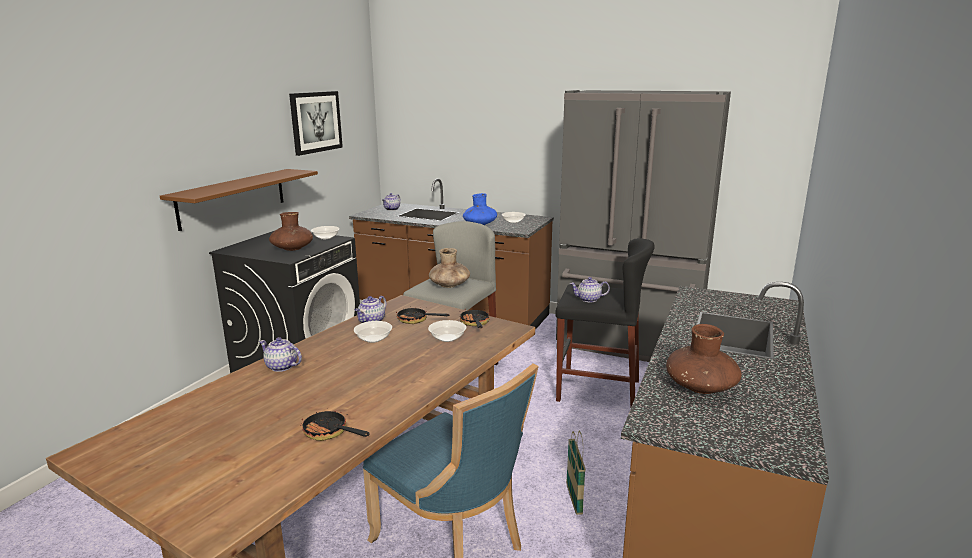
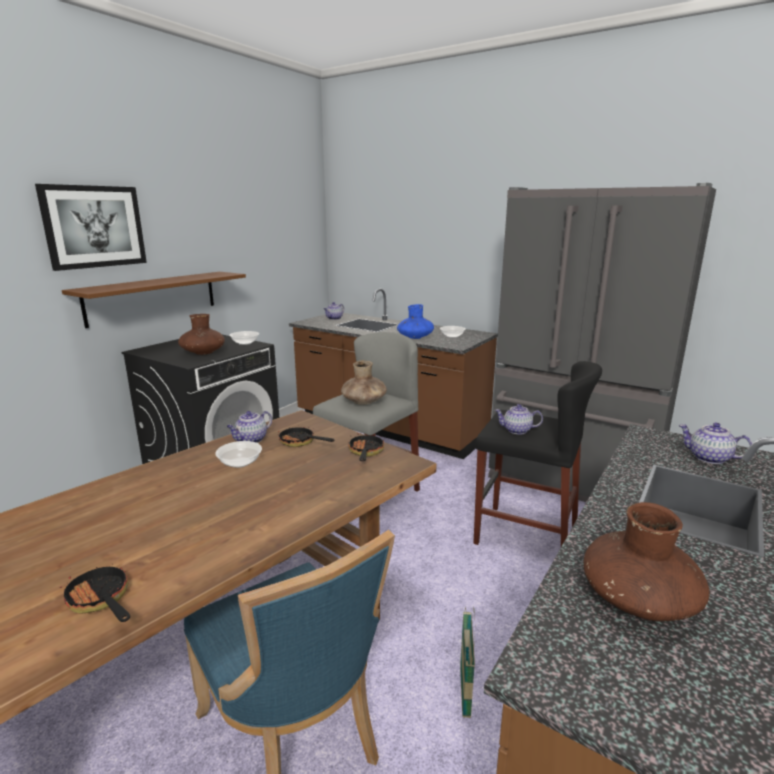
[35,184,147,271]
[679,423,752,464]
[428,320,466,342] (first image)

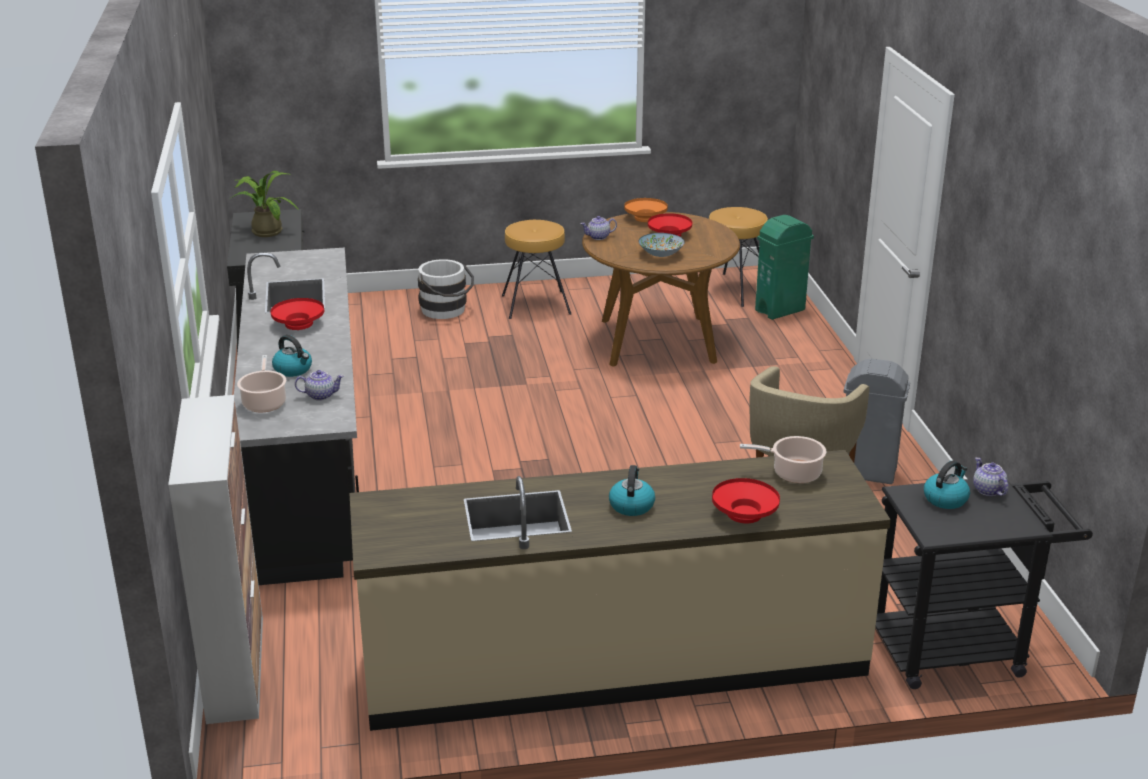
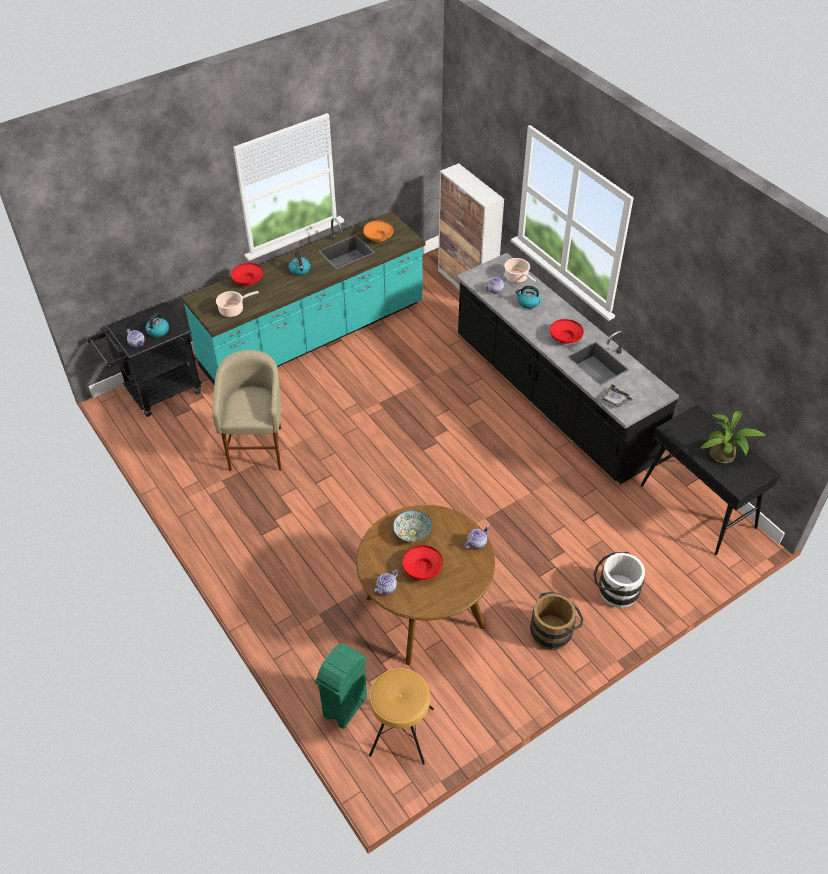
[182,211,426,385]
[363,220,393,242]
[374,570,398,594]
[530,592,584,650]
[601,385,635,407]
[844,358,910,484] (first image)

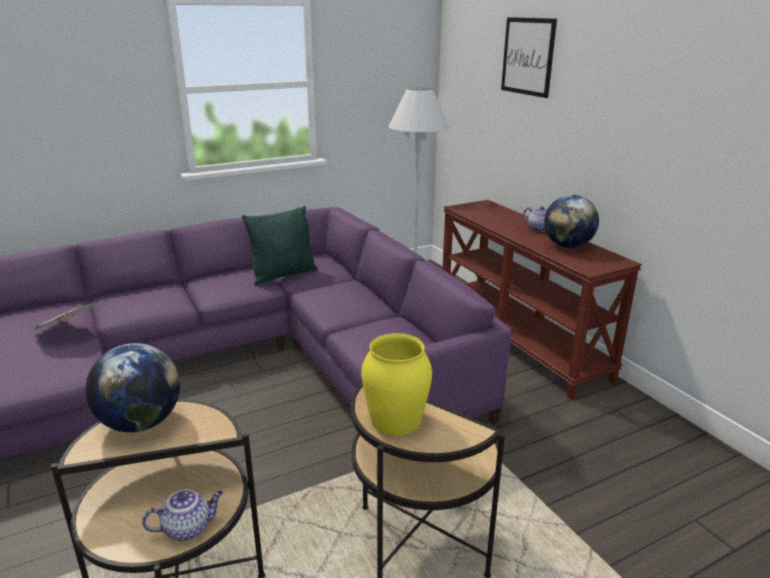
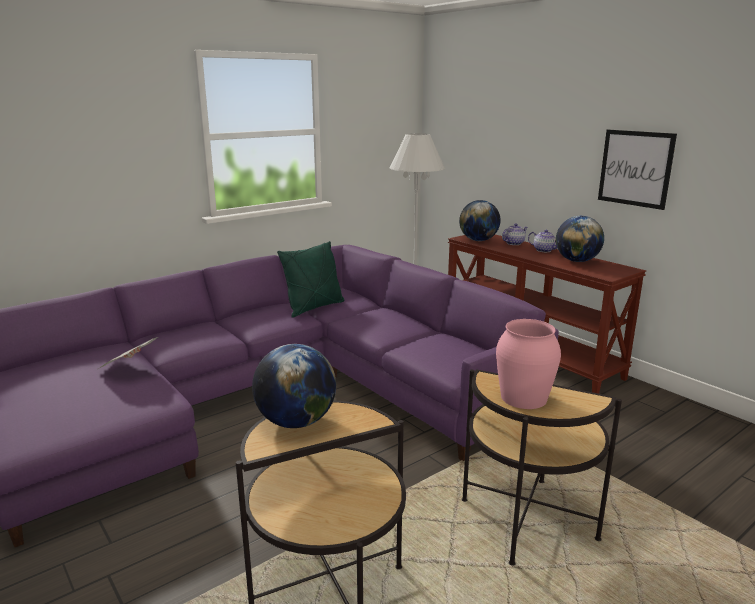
[459,200,500,241]
[496,319,561,409]
[502,223,528,245]
[598,130,677,210]

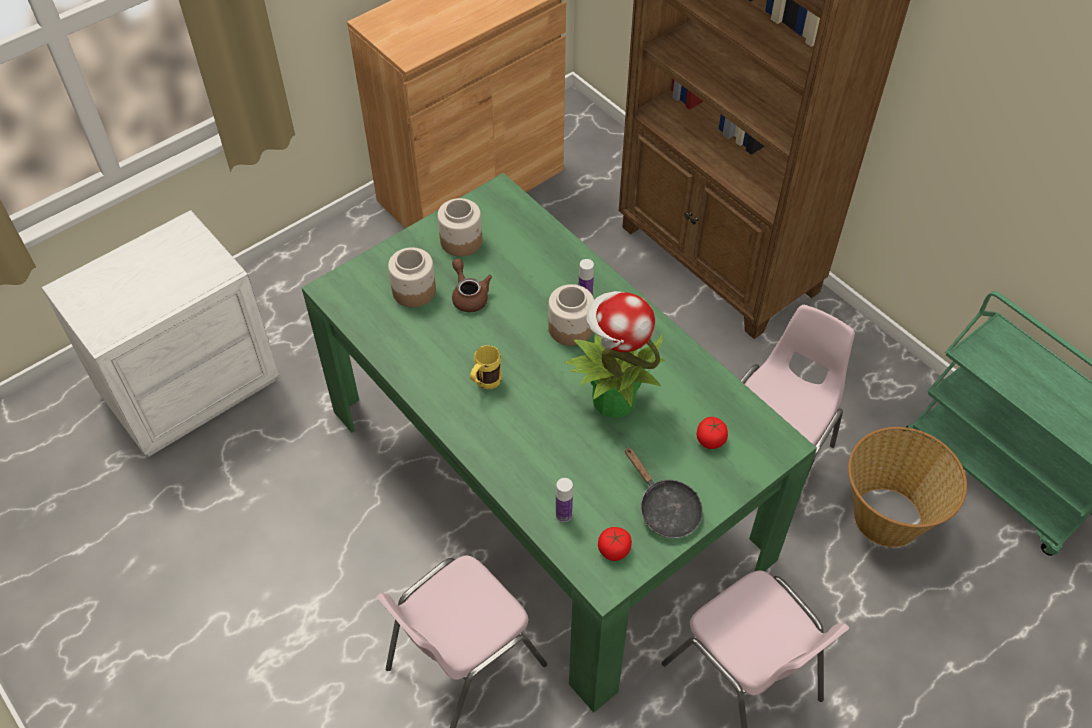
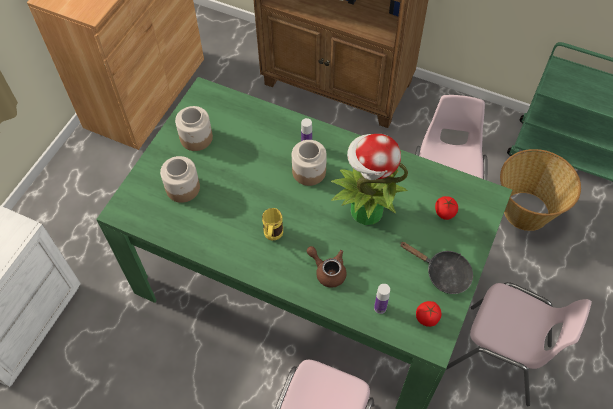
[307,246,347,288]

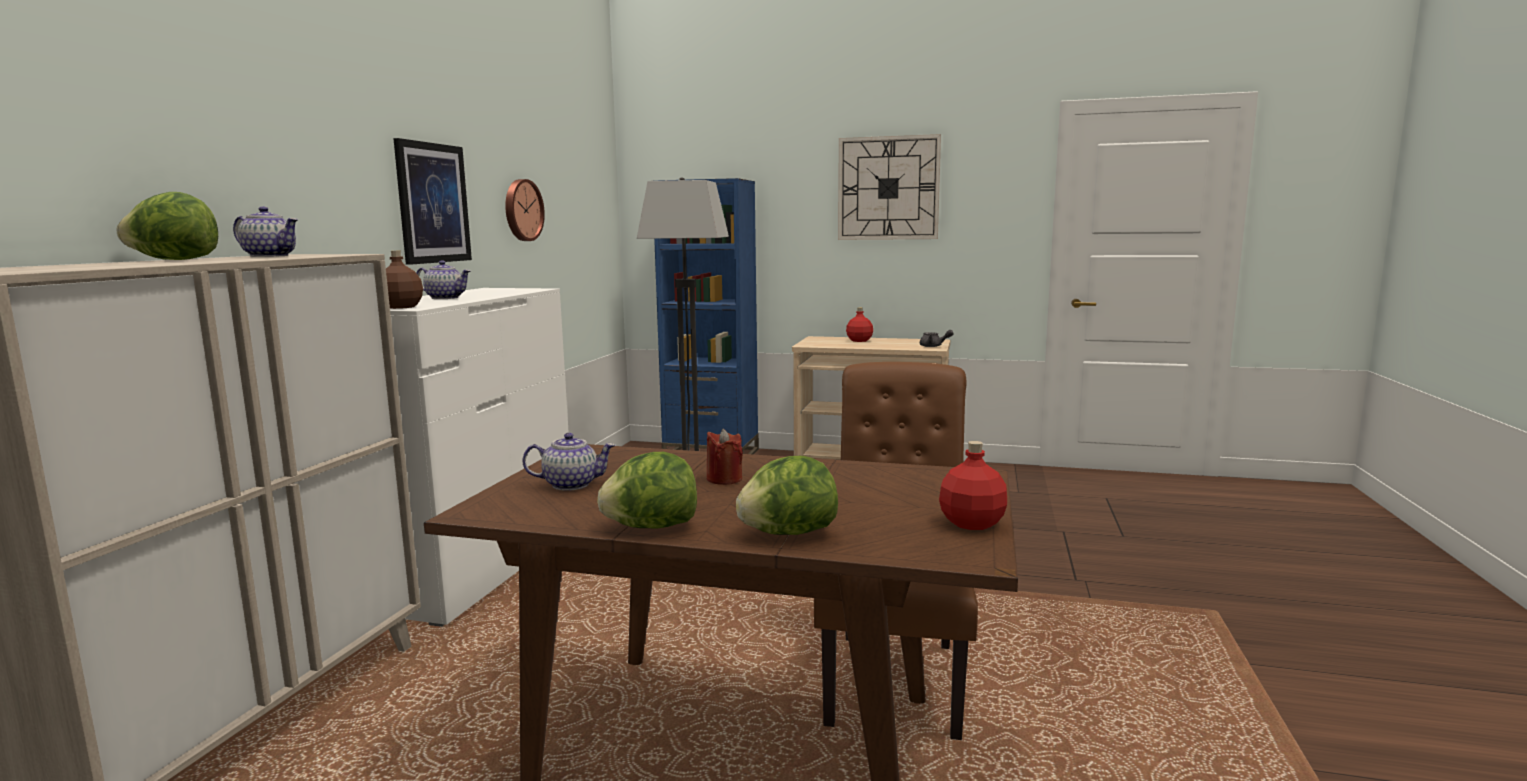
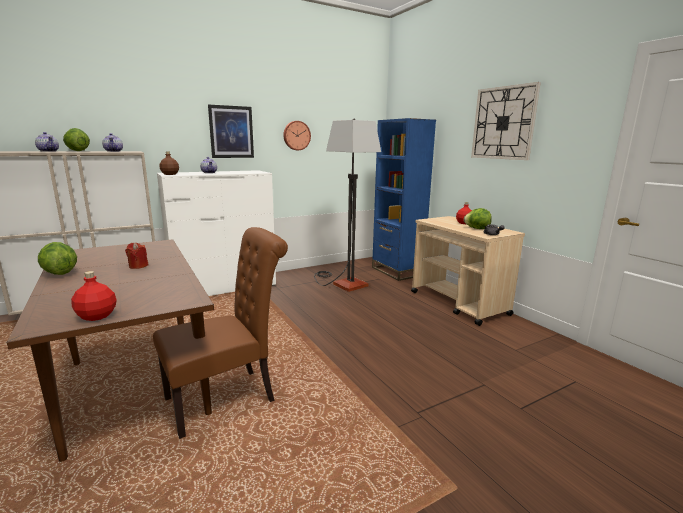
[35,132,59,152]
[464,208,492,229]

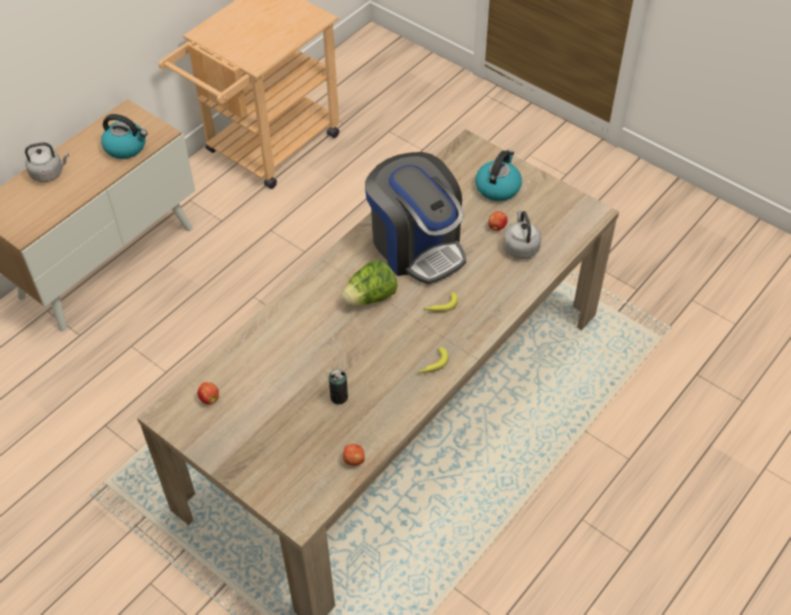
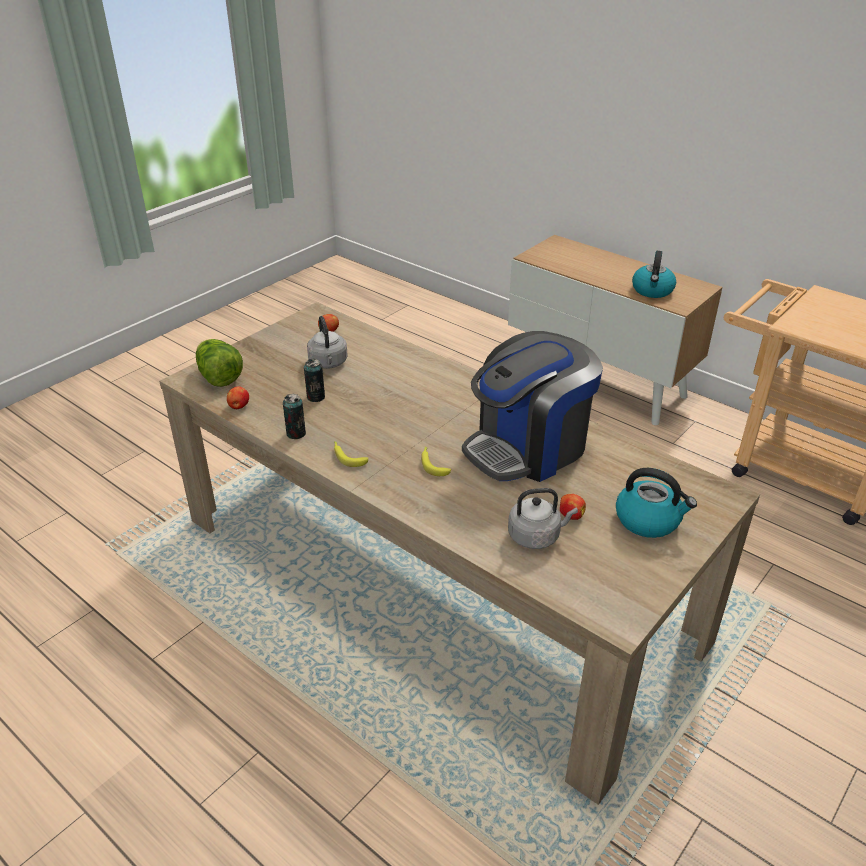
[196,339,243,387]
[283,394,306,439]
[307,316,348,369]

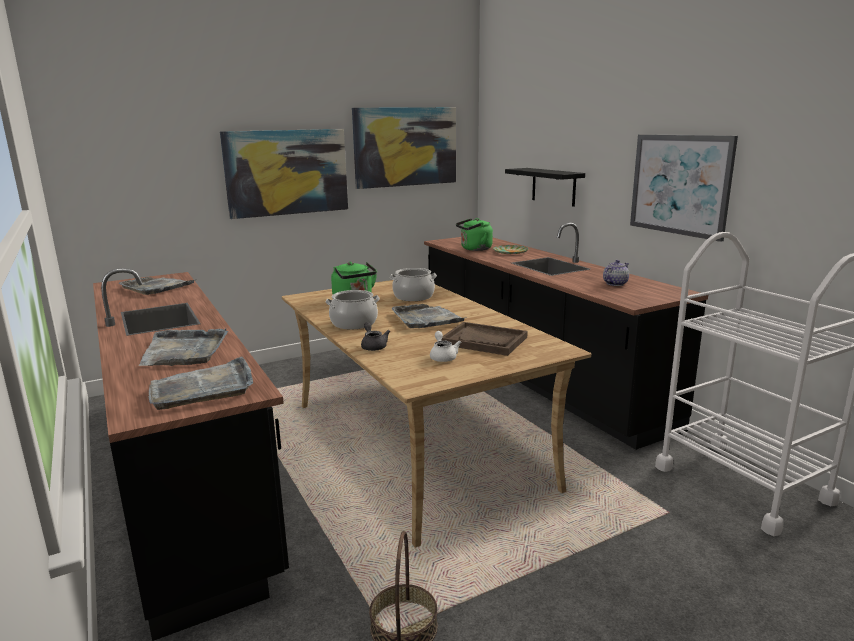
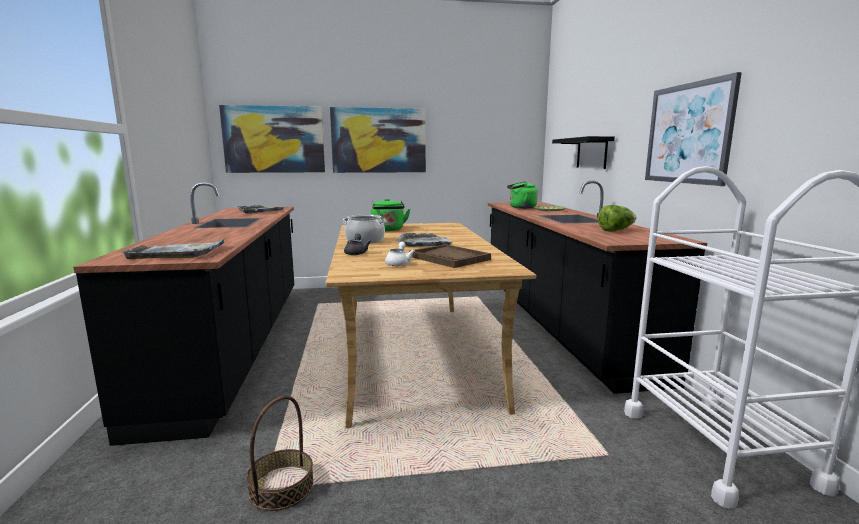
[219,105,325,173]
[598,205,636,232]
[138,328,228,366] (first image)
[390,268,437,301] (first image)

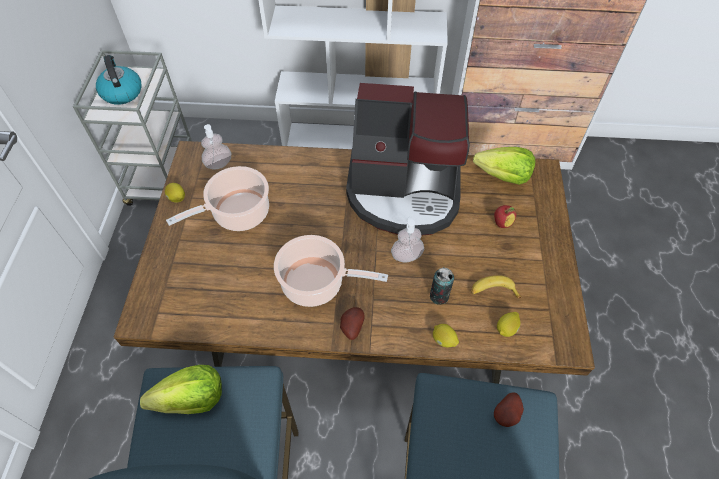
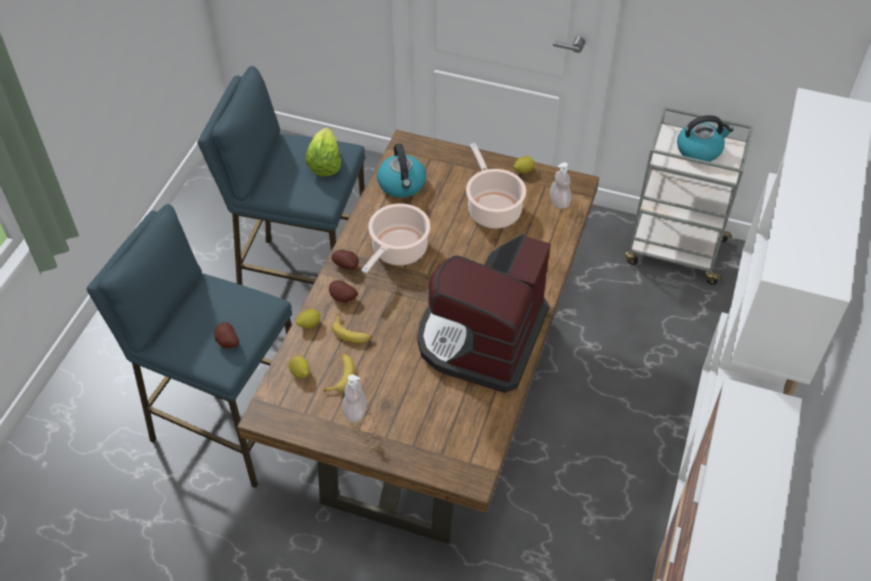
[329,280,358,303]
[332,314,372,343]
[343,374,367,422]
[377,144,426,198]
[473,147,535,185] (first image)
[494,205,517,228] (first image)

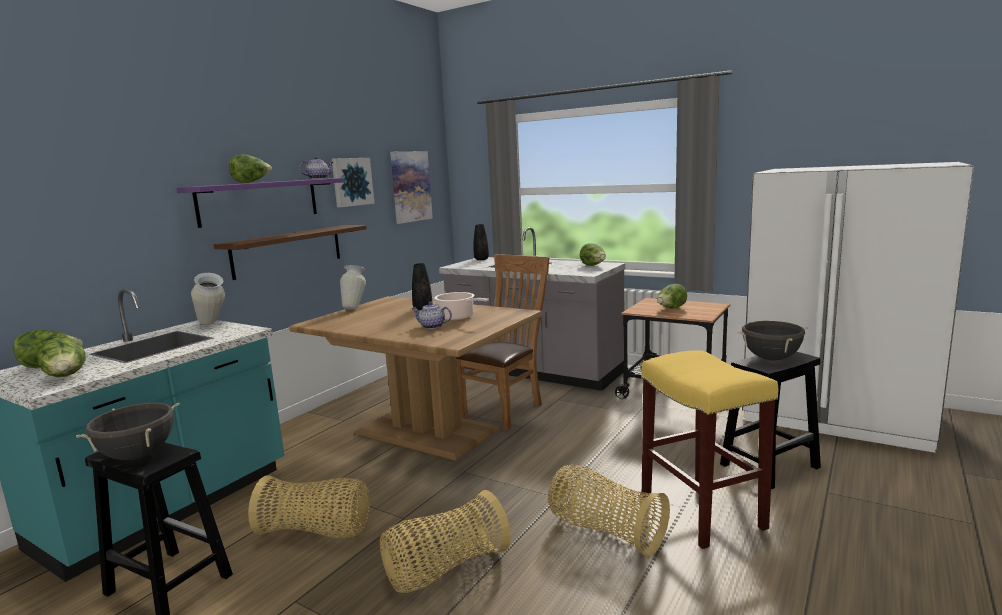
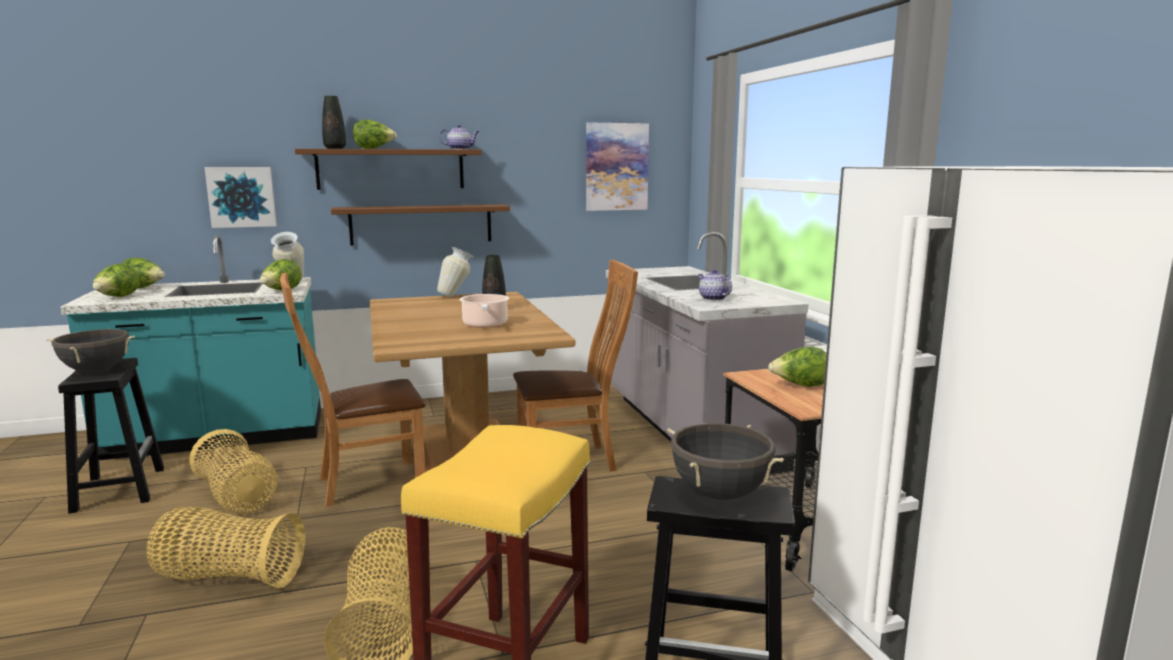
[204,167,277,228]
[260,259,301,291]
[280,273,426,507]
[295,149,482,190]
[322,96,346,149]
[698,269,732,300]

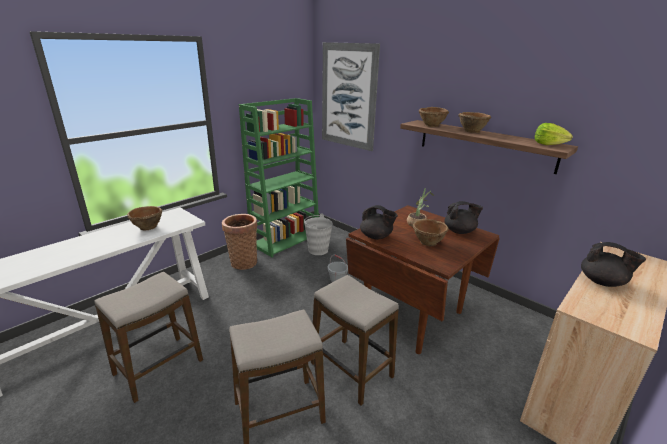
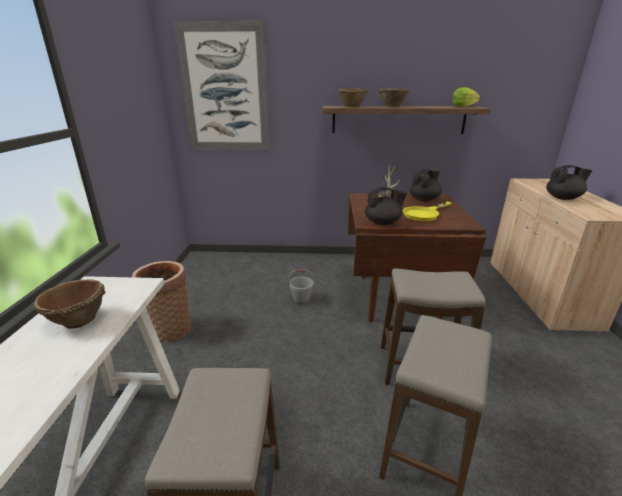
[403,202,451,221]
[239,98,319,257] (first image)
[304,214,332,255] (first image)

